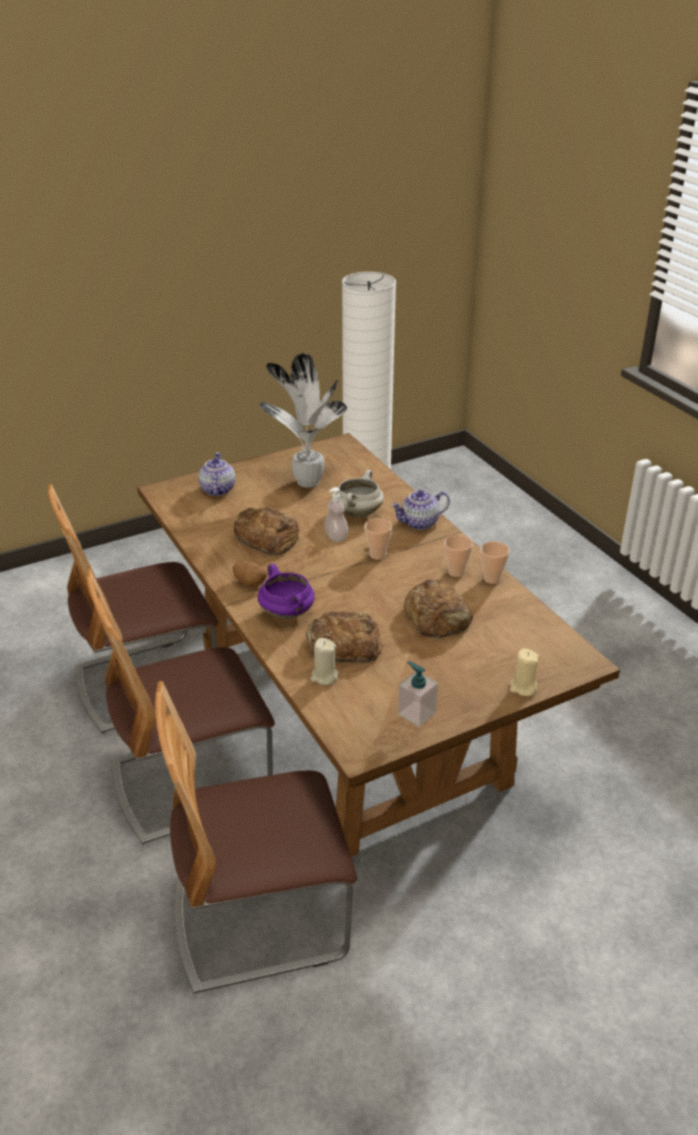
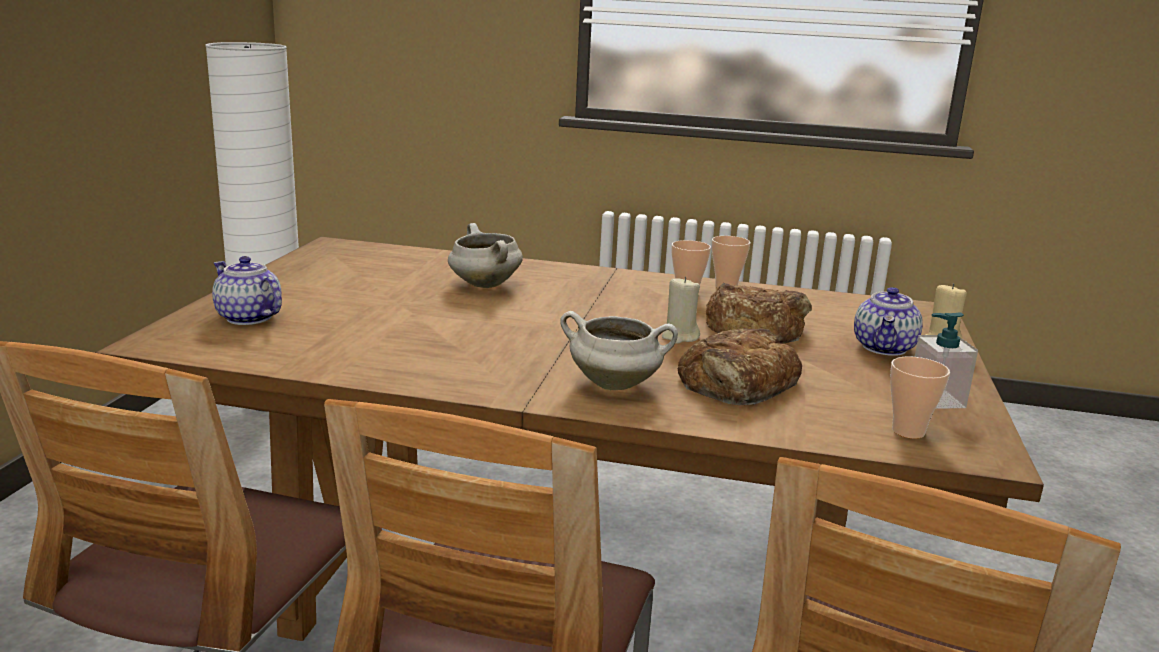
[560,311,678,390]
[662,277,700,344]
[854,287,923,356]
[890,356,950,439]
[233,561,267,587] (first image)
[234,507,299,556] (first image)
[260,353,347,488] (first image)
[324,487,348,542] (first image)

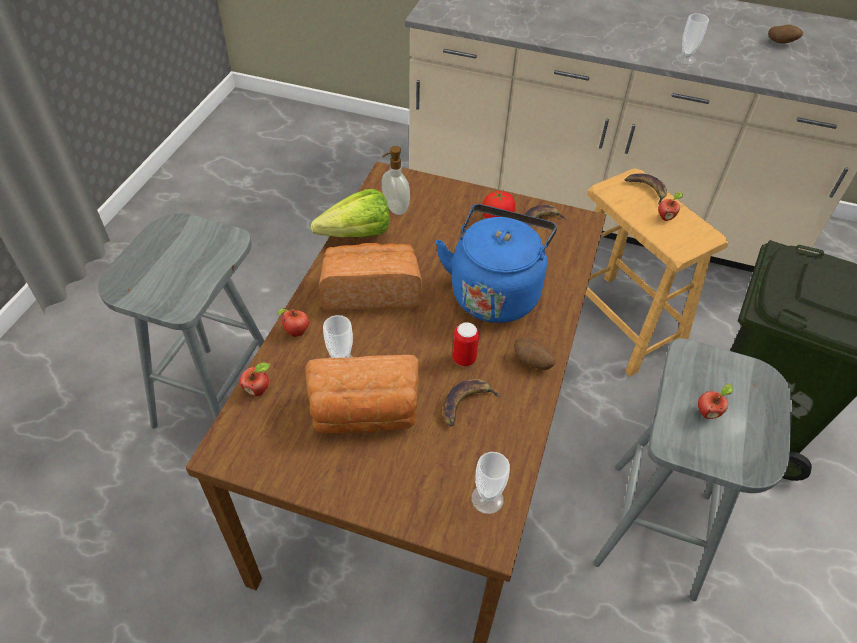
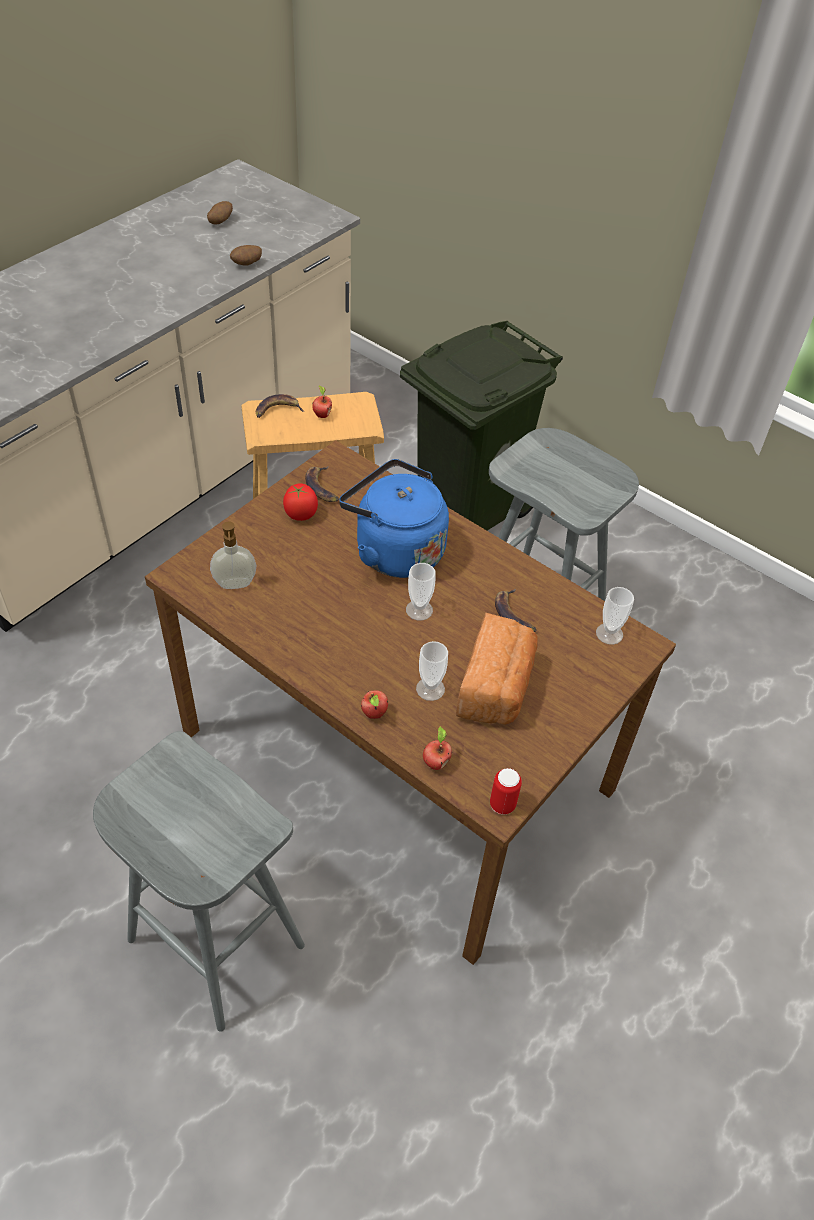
[230,245,262,266]
[406,563,436,620]
[490,768,522,815]
[311,189,390,237] (first image)
[319,243,422,311] (first image)
[698,384,733,419] (first image)

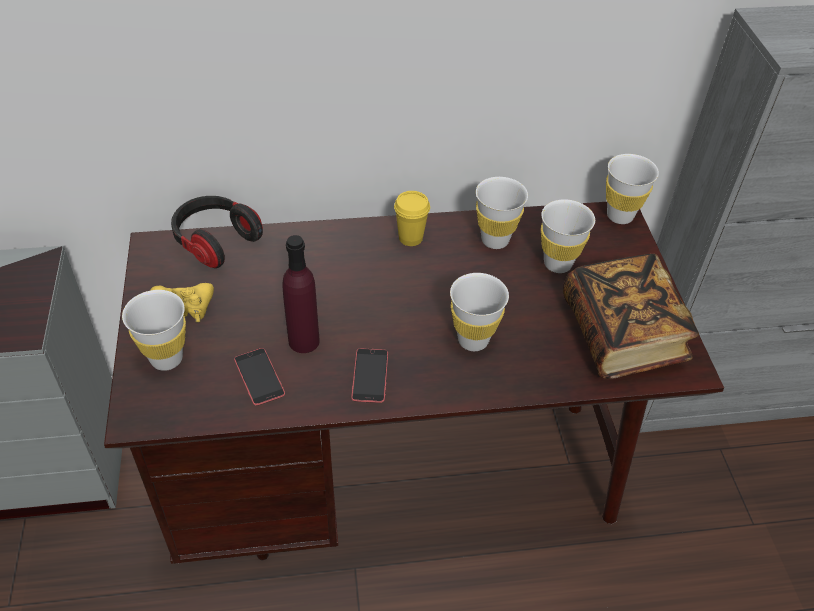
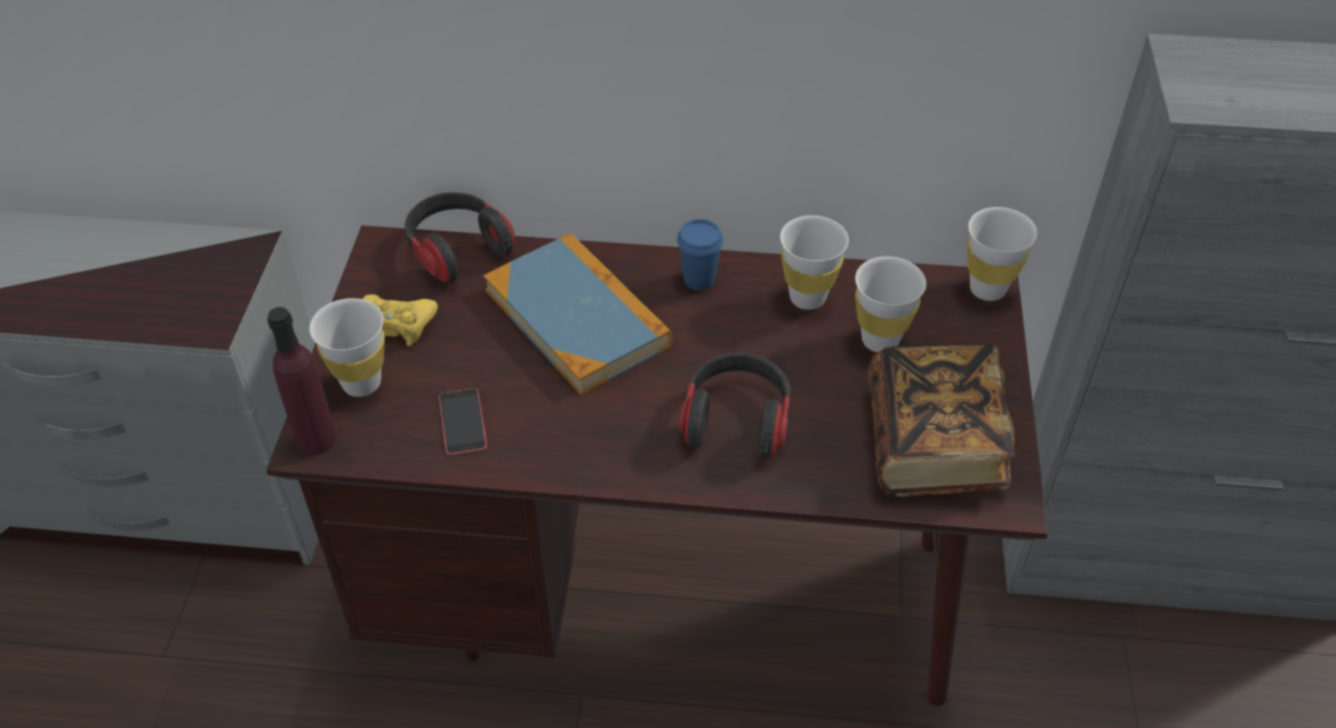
[267,307,337,455]
[484,233,673,395]
[677,219,724,290]
[679,352,790,459]
[351,348,388,403] (first image)

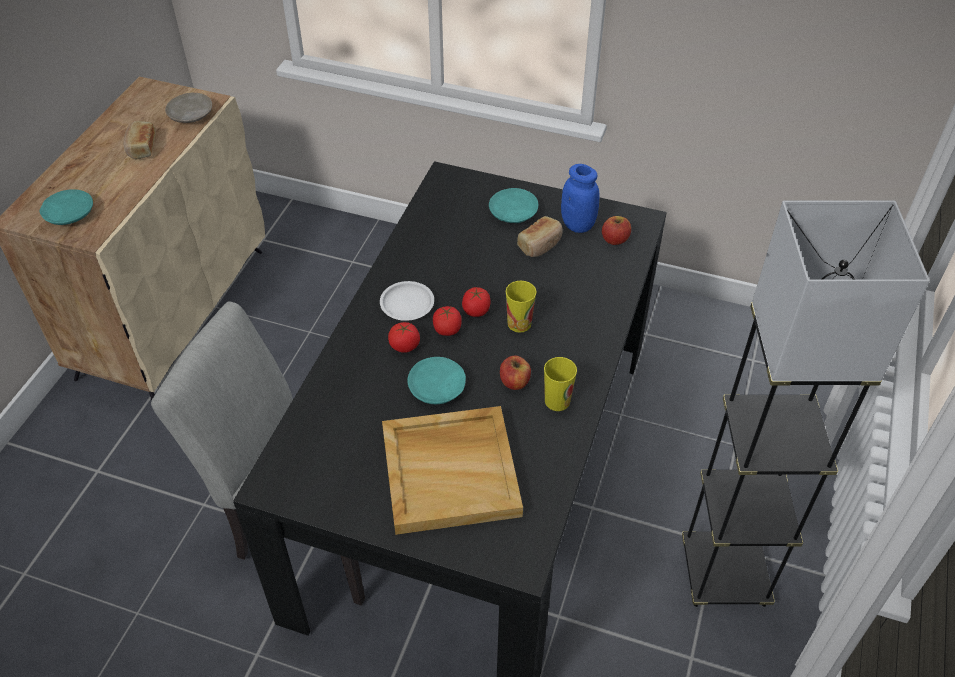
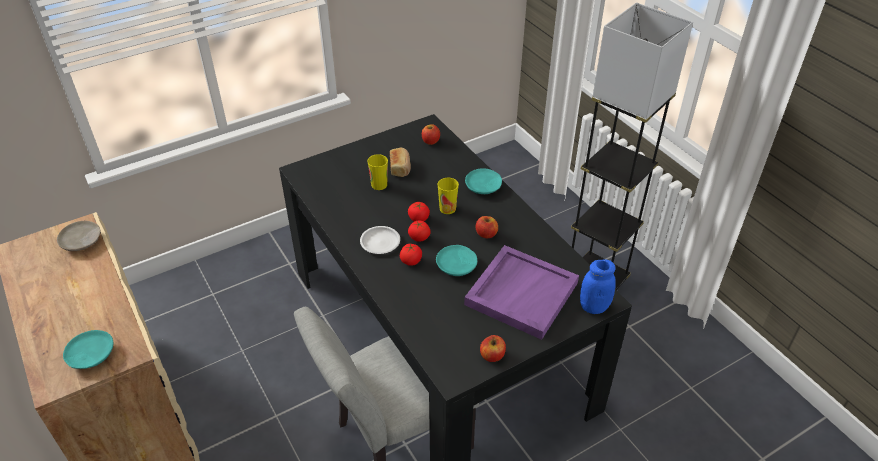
[367,154,388,190]
[464,245,579,340]
[465,168,502,194]
[480,335,506,362]
[580,259,616,314]
[123,121,156,159] (first image)

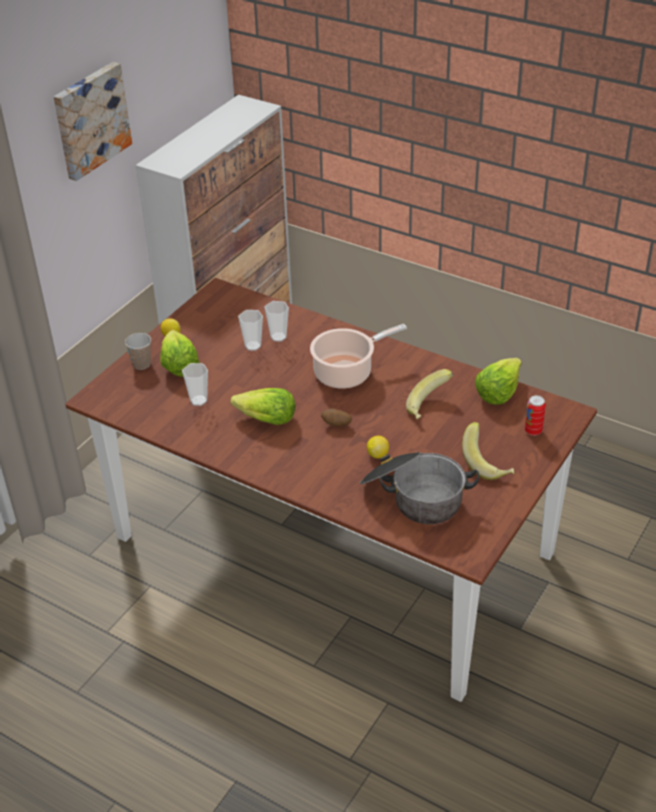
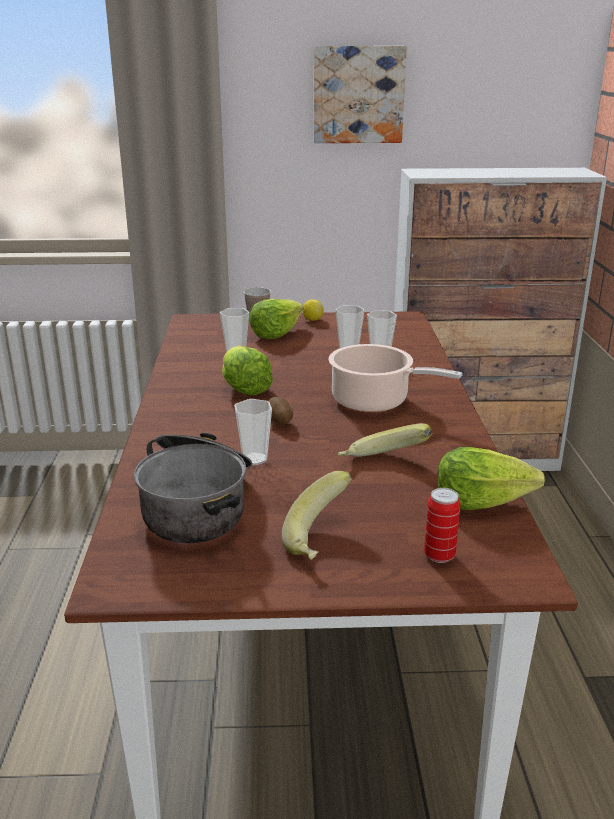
[234,399,272,465]

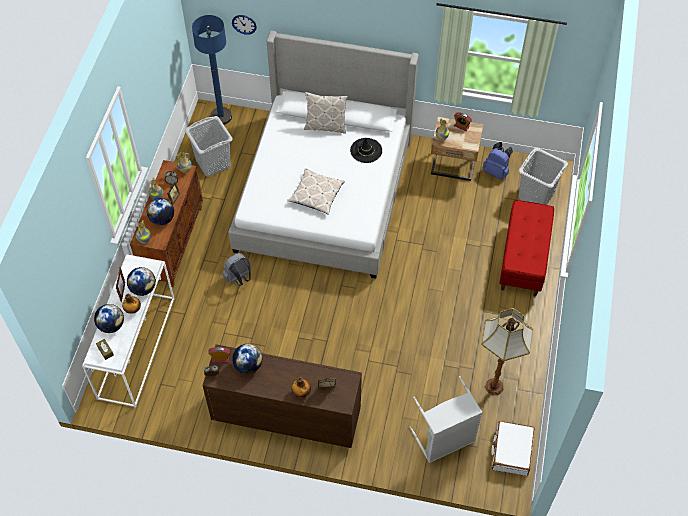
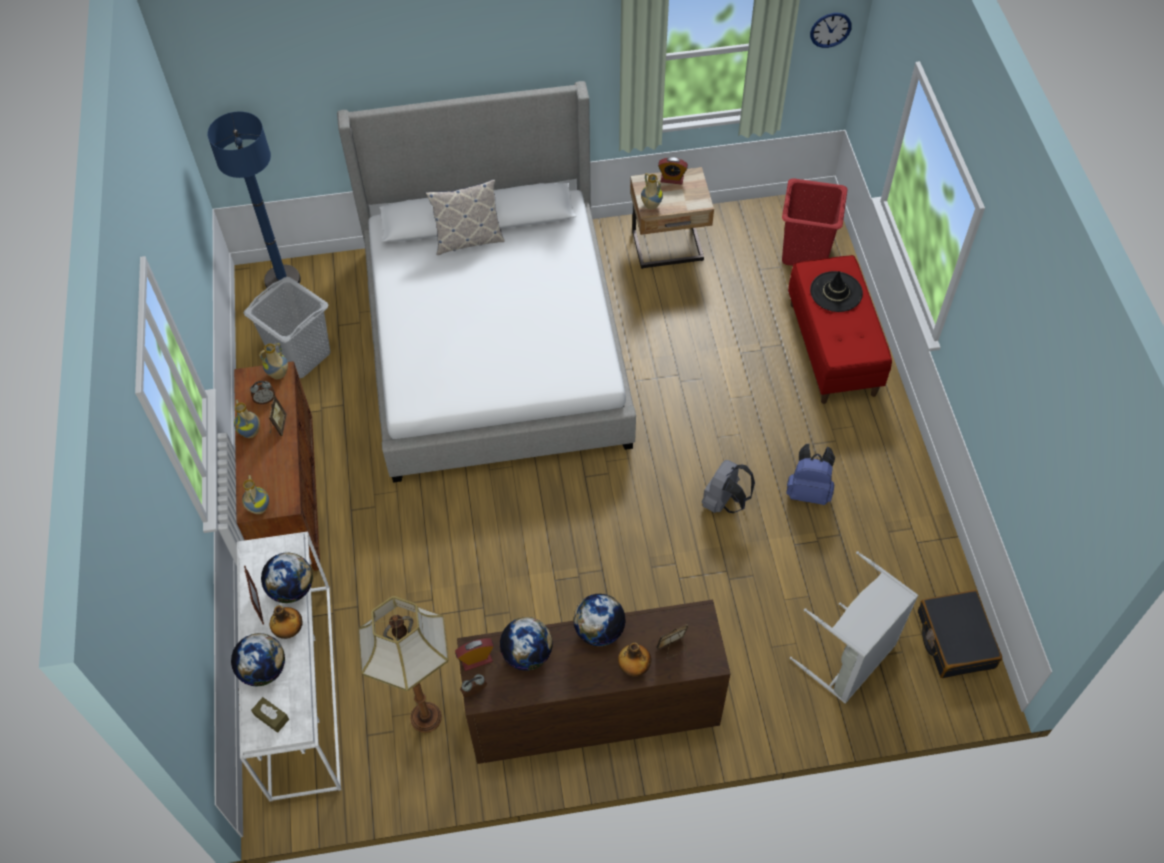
[358,596,448,733]
[573,594,626,646]
[702,460,755,513]
[782,178,848,266]
[786,443,835,505]
[810,13,852,48]
[810,271,863,312]
[918,590,1002,678]
[287,168,345,214] (first image)

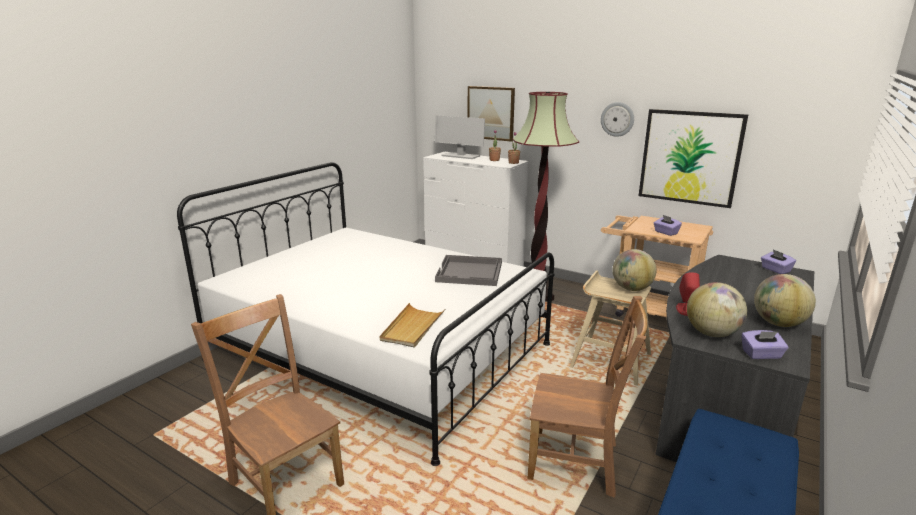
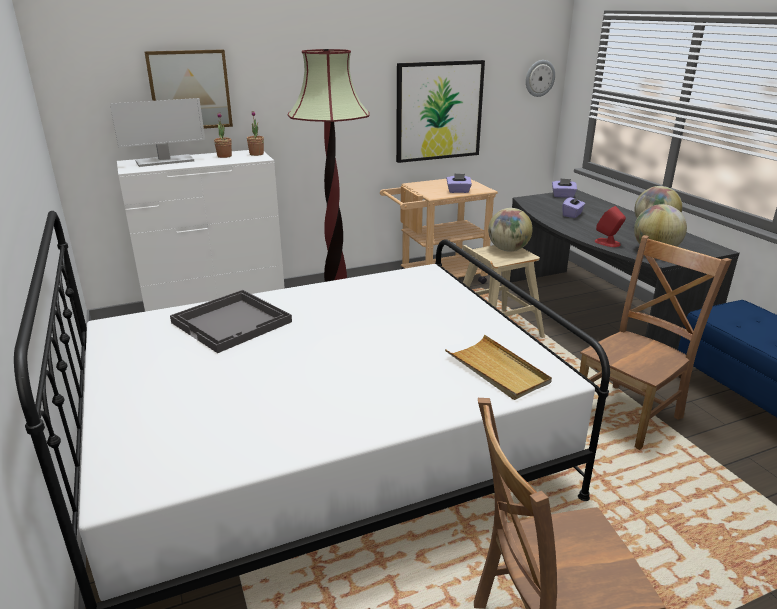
[170,290,292,353]
[526,60,555,97]
[562,195,585,218]

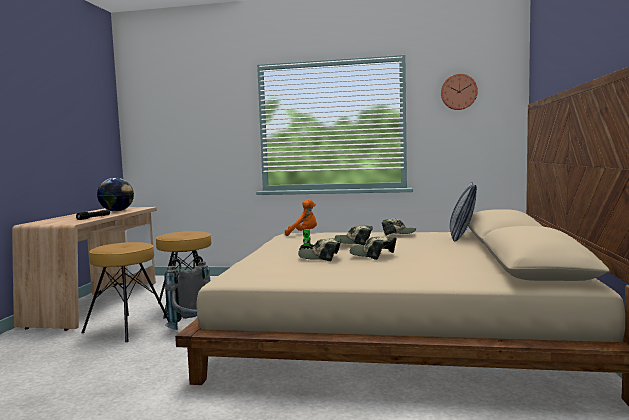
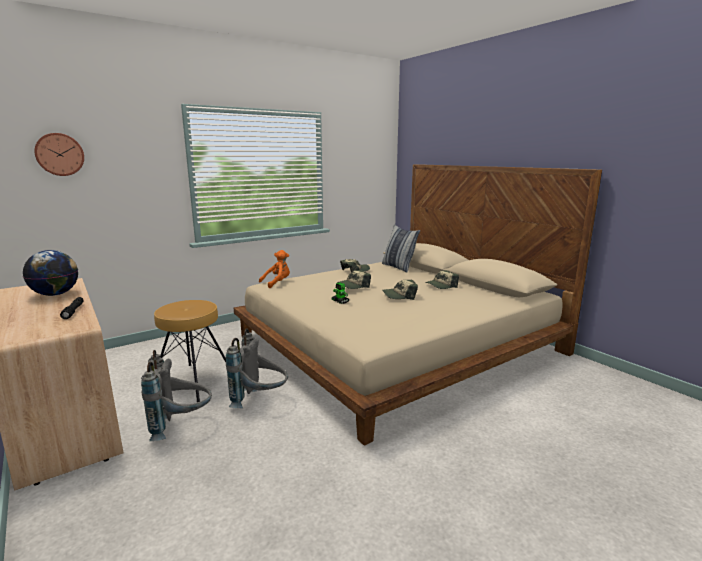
[34,133,84,176]
[141,350,212,441]
[425,270,459,289]

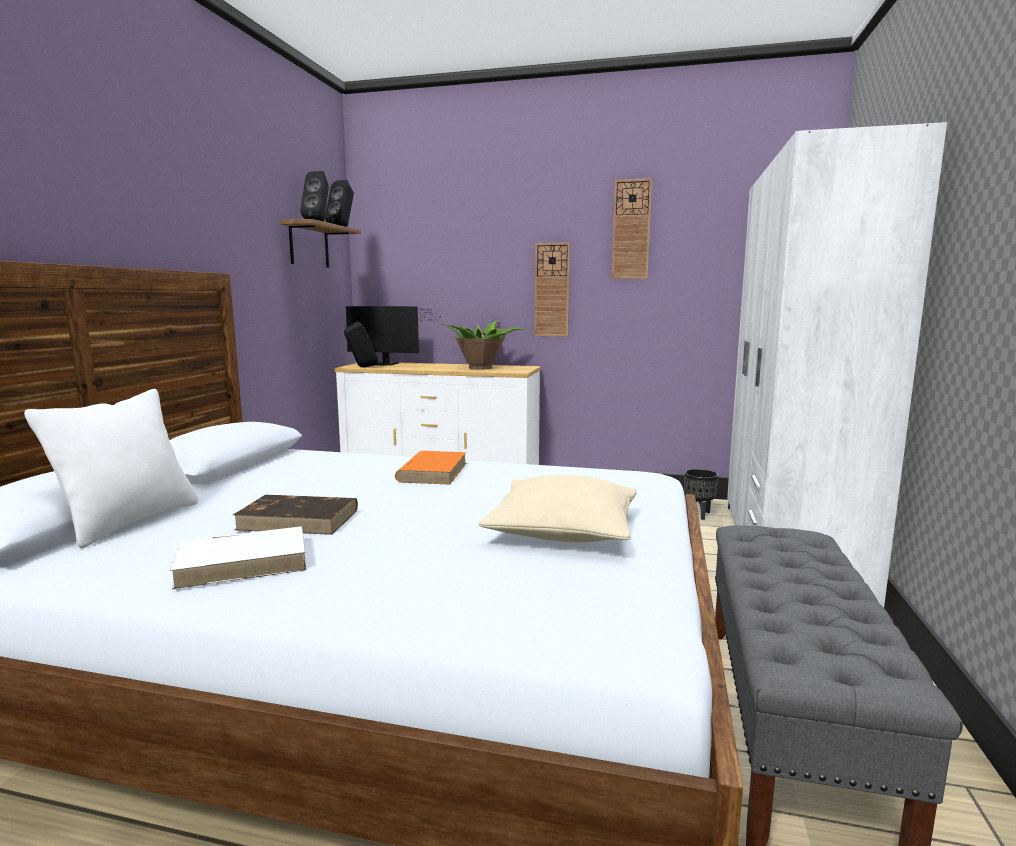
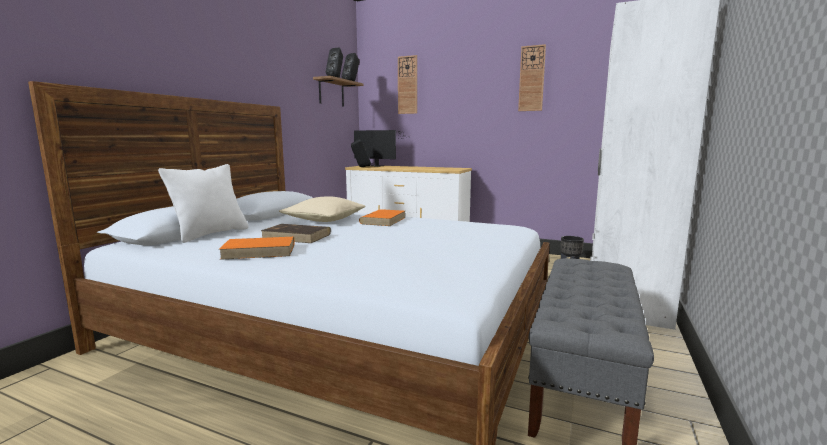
[219,237,294,260]
[279,196,365,222]
[398,55,417,114]
[439,320,526,370] (first image)

